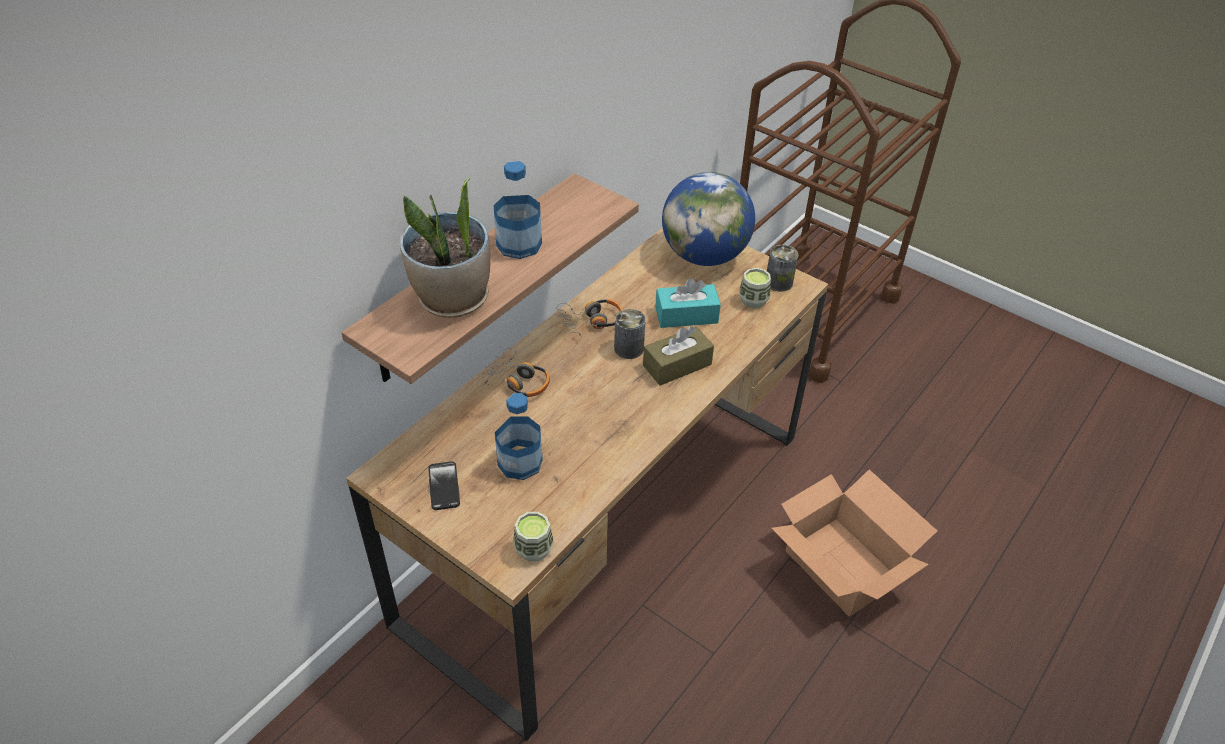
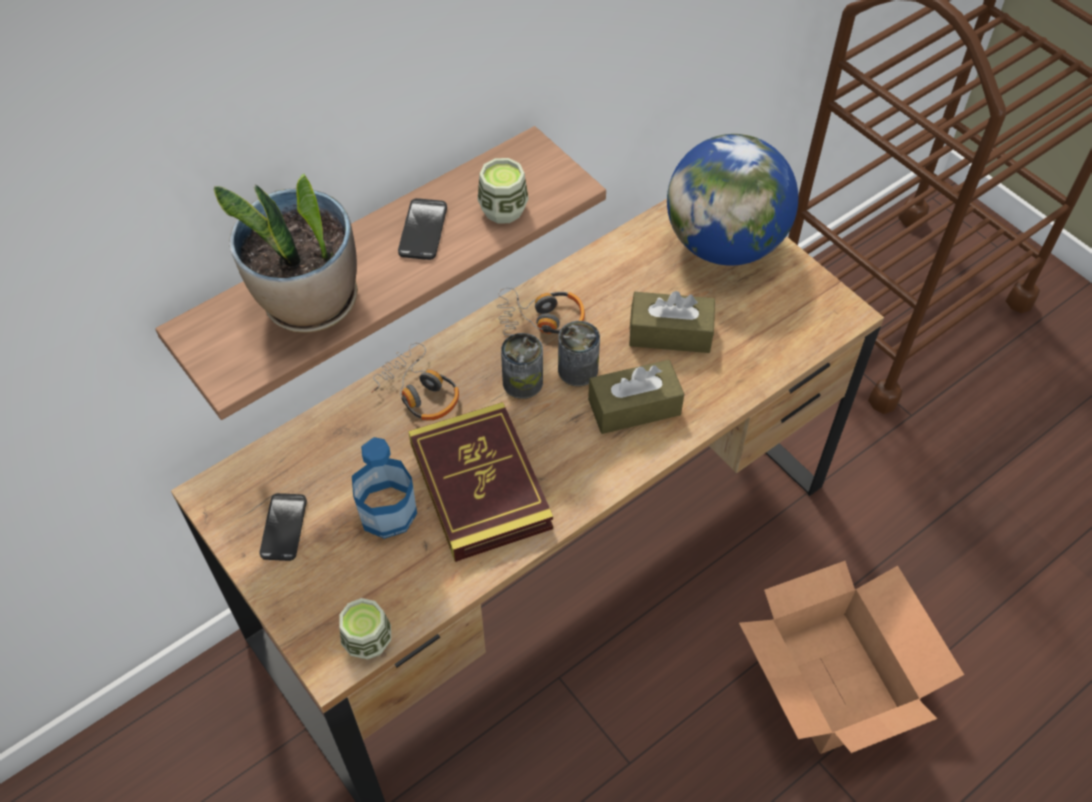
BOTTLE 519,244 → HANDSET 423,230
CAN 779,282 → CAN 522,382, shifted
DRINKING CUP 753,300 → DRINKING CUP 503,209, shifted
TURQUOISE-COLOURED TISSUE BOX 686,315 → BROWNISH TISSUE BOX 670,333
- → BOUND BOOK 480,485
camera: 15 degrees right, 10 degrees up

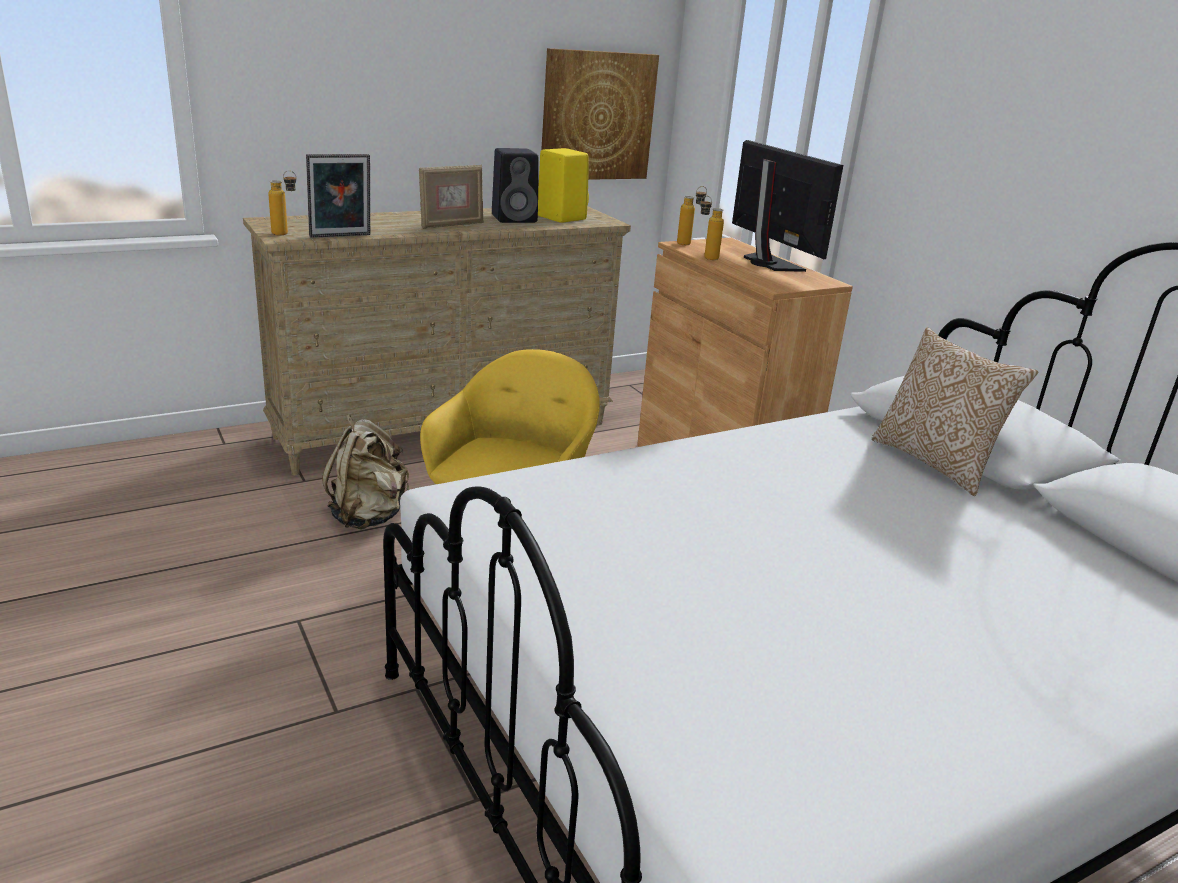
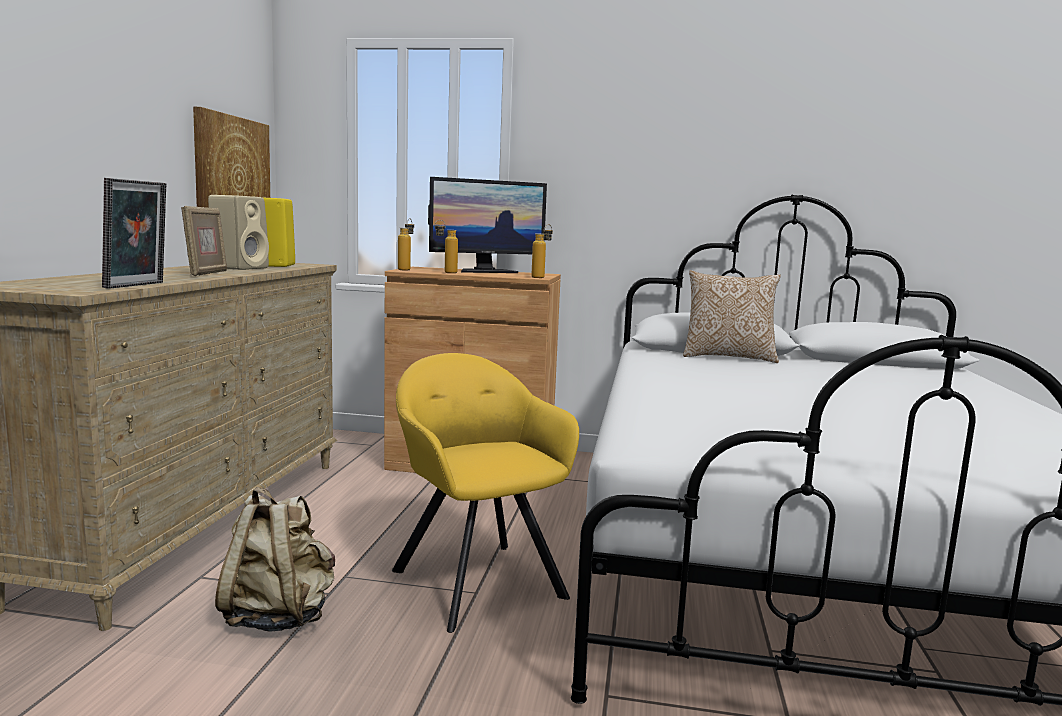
COMPUTER DISPLAY 769,263 → COMPUTER DISPLAY 485,271, 150 degrees clockwise
BLACK-COLOURED LOUDSPEAKER 515,219 → BEIGE LOUDSPEAKER 240,268
BOTTLE 286,234 → BOTTLE 541,277, shifted
camera: 50 degrees left, 15 degrees down

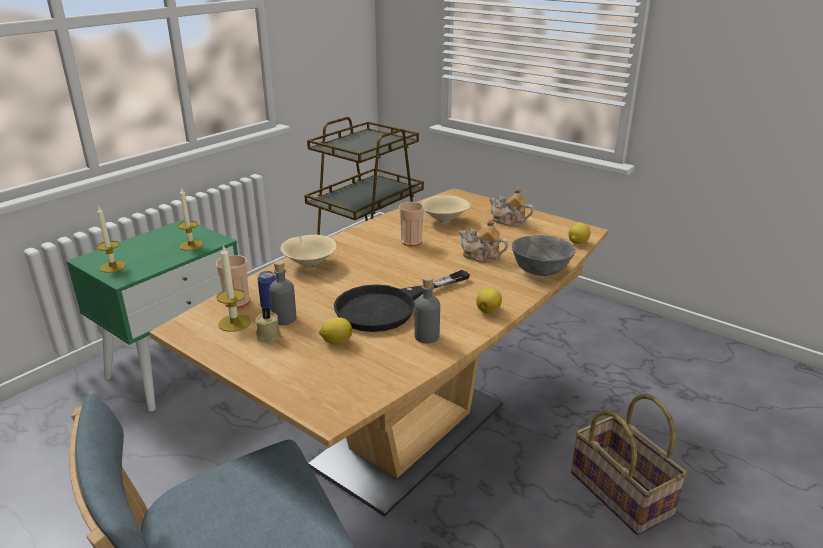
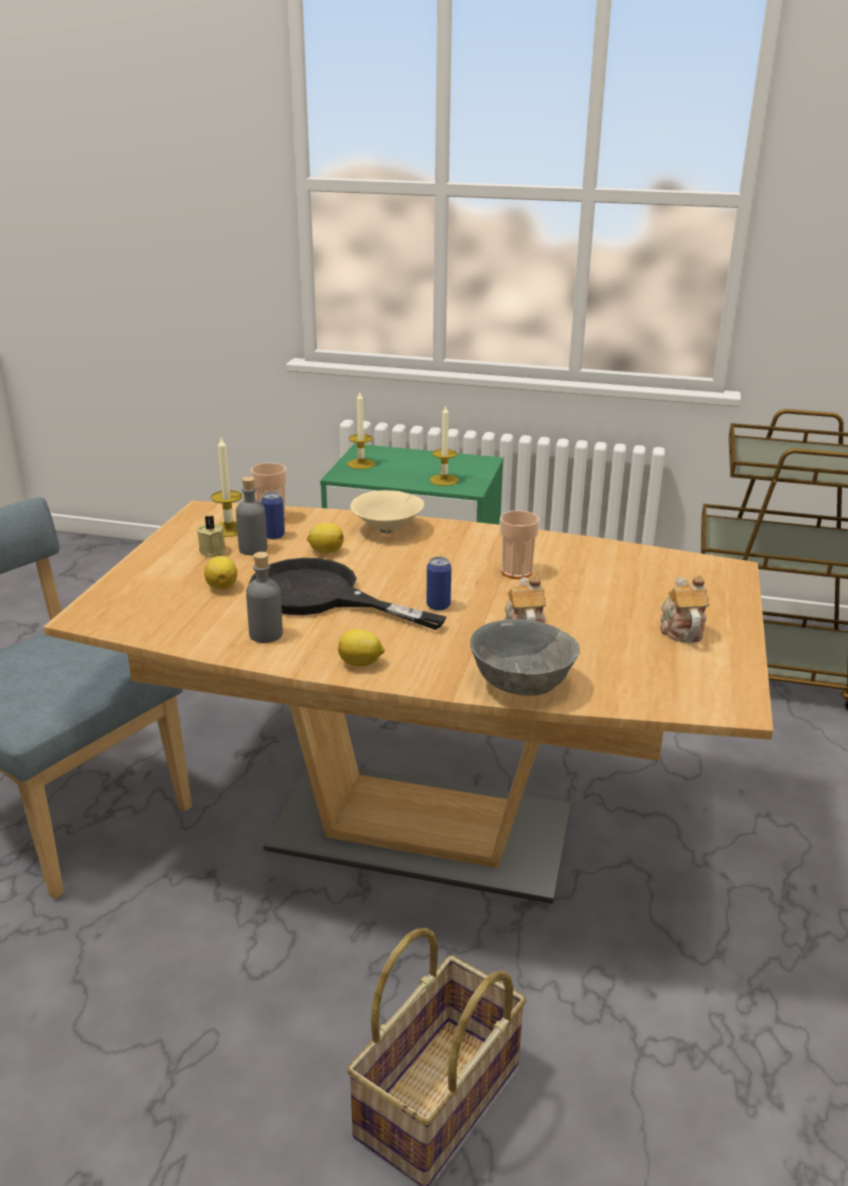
BEIGE DEEP DISH 445,221 → -
WHOLE LEMON 577,243 → WHOLE LEMON 325,551, shifted
- → CAN 438,606
camera: 65 degrees right, 0 degrees up

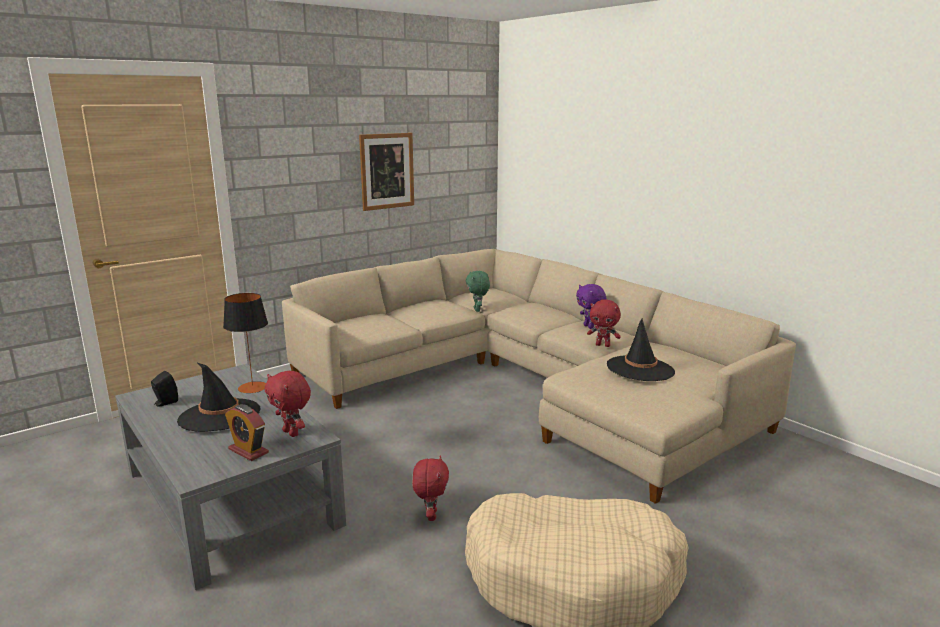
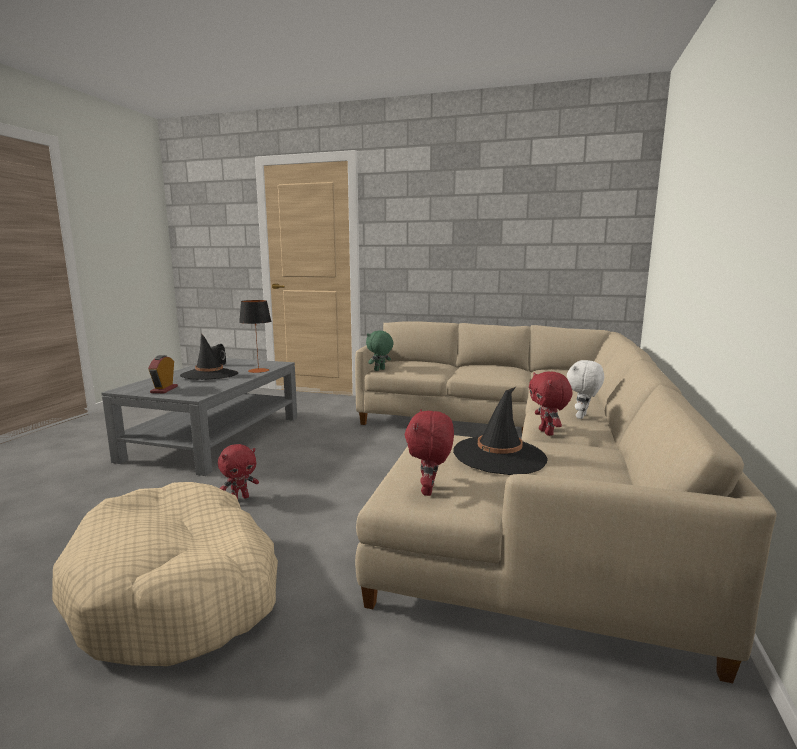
WALL PICTURE 387,171 → -
GREENISH PLUSH TOY 478,310 → GREENISH PLUSH TOY 379,370, shifted
PURPLE-COLOURED PLUSH TOY 589,327 → WHITE-COLOURED PLUSH TOY 582,417
RED PLUSH TOY 292,433 → RED PLUSH TOY 429,491, shifted
camera: 55 degrees right, 5 degrees down

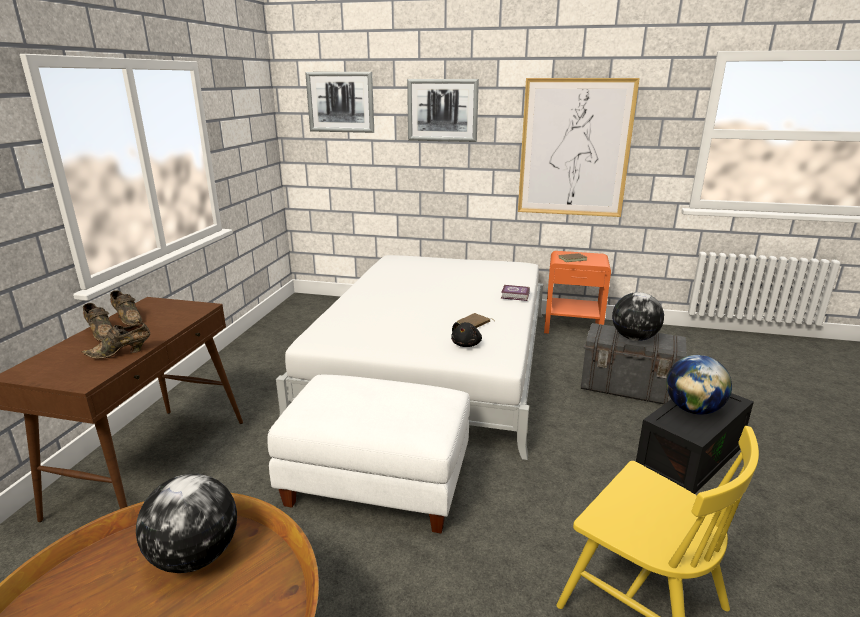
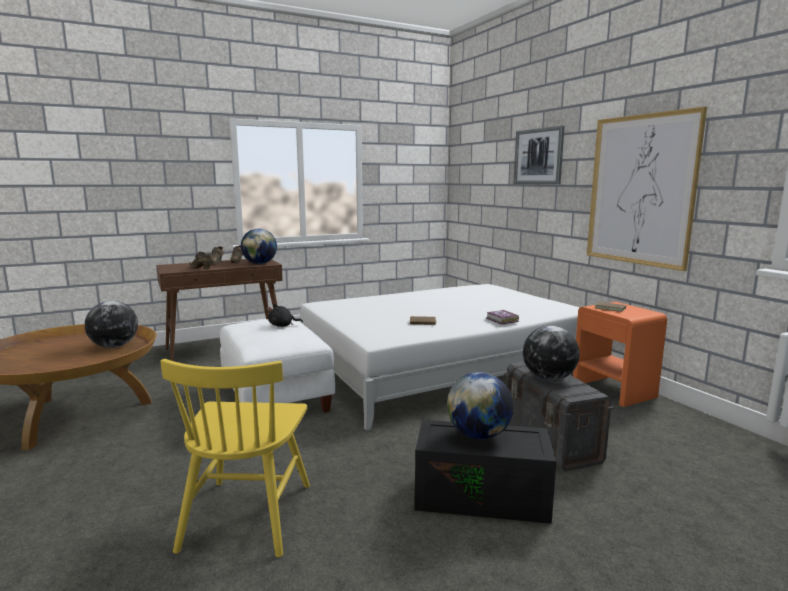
WALL PICTURE 340,102 → -
BLACK-COLOURED PLUSH TOY 466,344 → BLACK-COLOURED PLUSH TOY 283,326, shifted
- → DESK GLOBE 260,263
camera: 50 degrees right, 10 degrees down

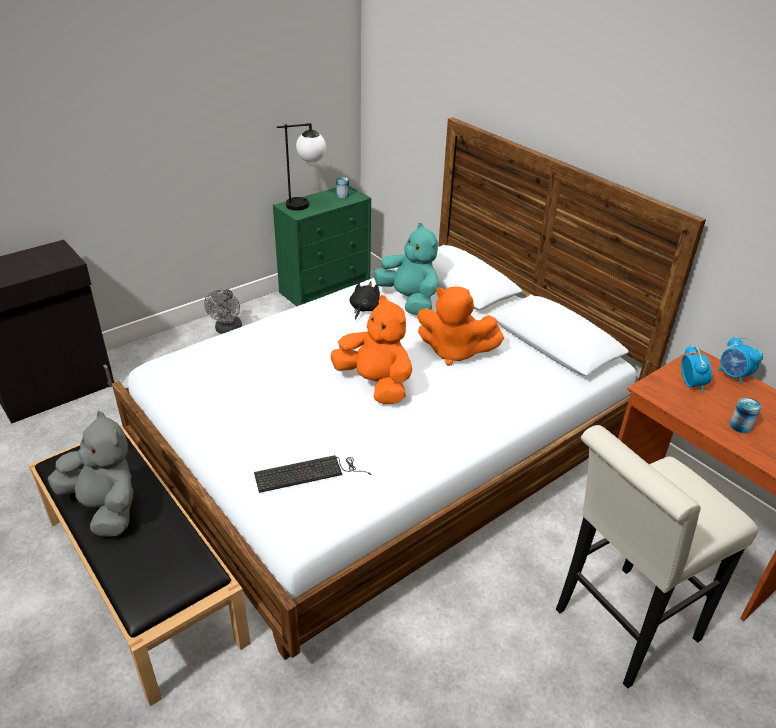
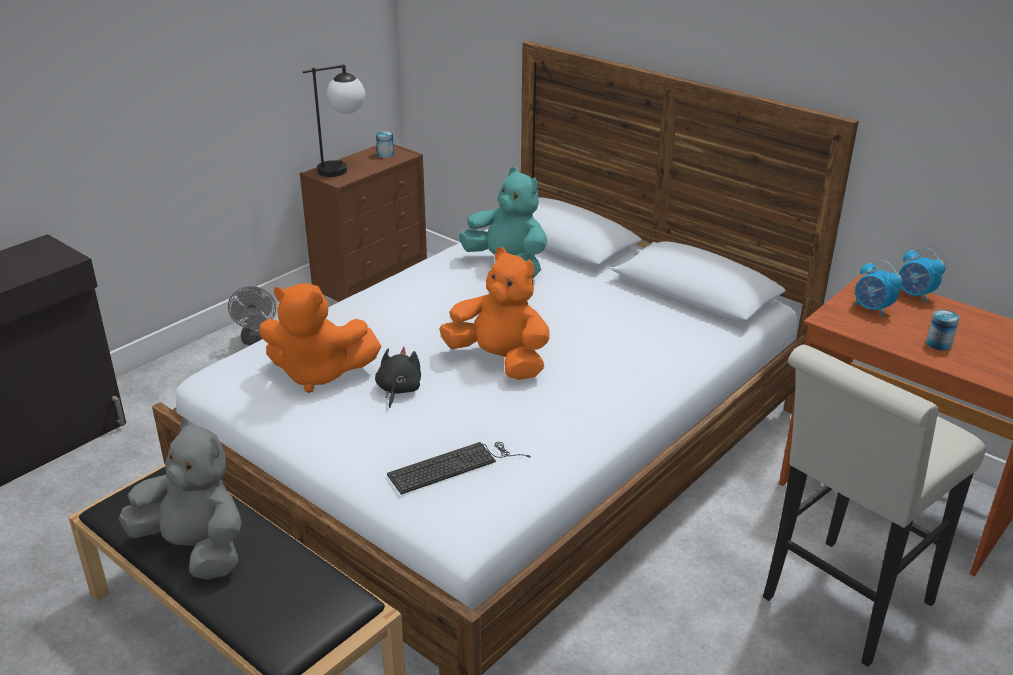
GREENISH DRAWER CHEST 326,288 → BROWNISH DRAWER CHEST 372,277
BLACK-COLOURED PLUSH TOY 364,309 → BLACK-COLOURED PLUSH TOY 398,390, shifted
ORANGE-COLOURED PLUSH TOY 454,352 → ORANGE-COLOURED PLUSH TOY 318,374, shifted
BEDSIDE CLOCK 691,384 → BEDSIDE CLOCK 872,309, 150 degrees clockwise
camera: 10 degrees left, 5 degrees down

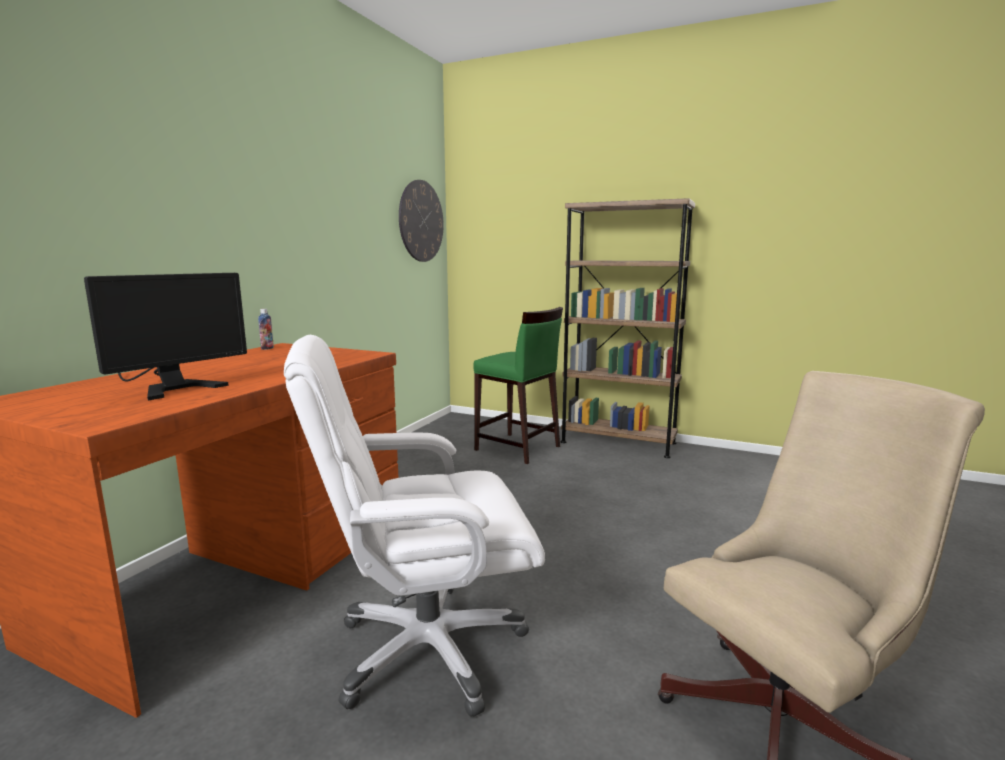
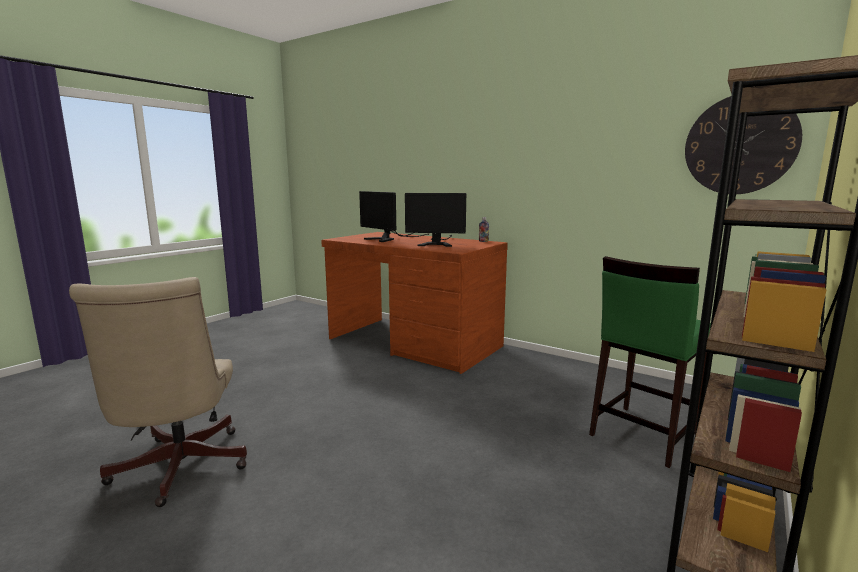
WHITE-COLOURED DESK CHAIR 427,648 → -
- → COMPUTER DISPLAY 437,243
camera: 100 degrees right, 0 degrees up

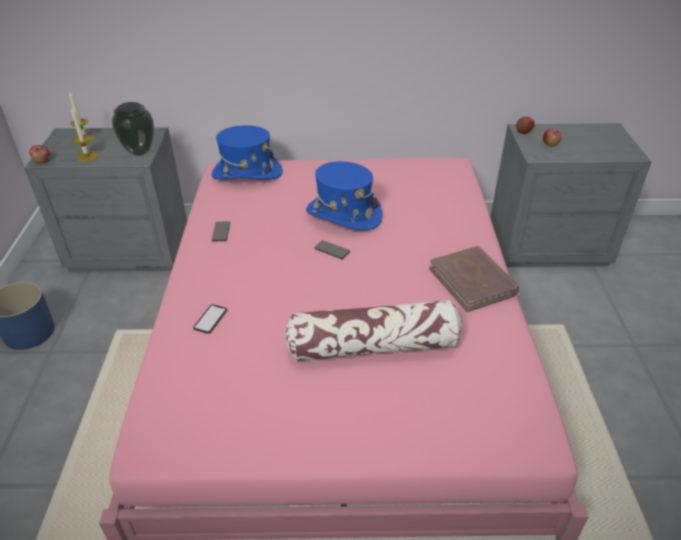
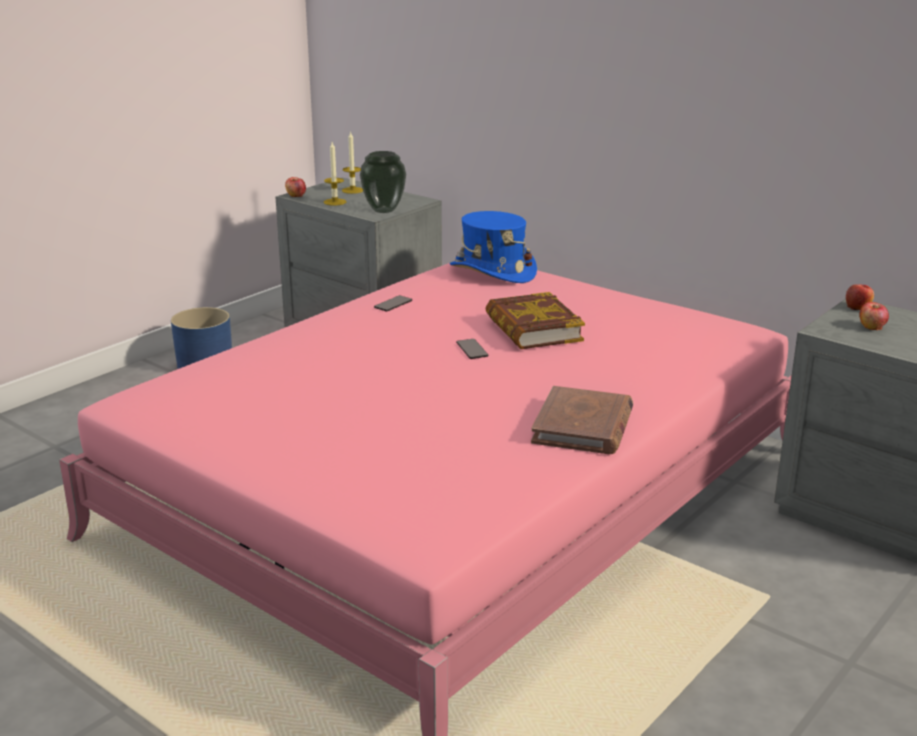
BLUE-COLOURED WEARABLE HAT 343,214 → BOUND BOOK 533,329
PILLOW 373,345 → -
HANDSET 210,319 → -
camera: 40 degrees right, 15 degrees down

